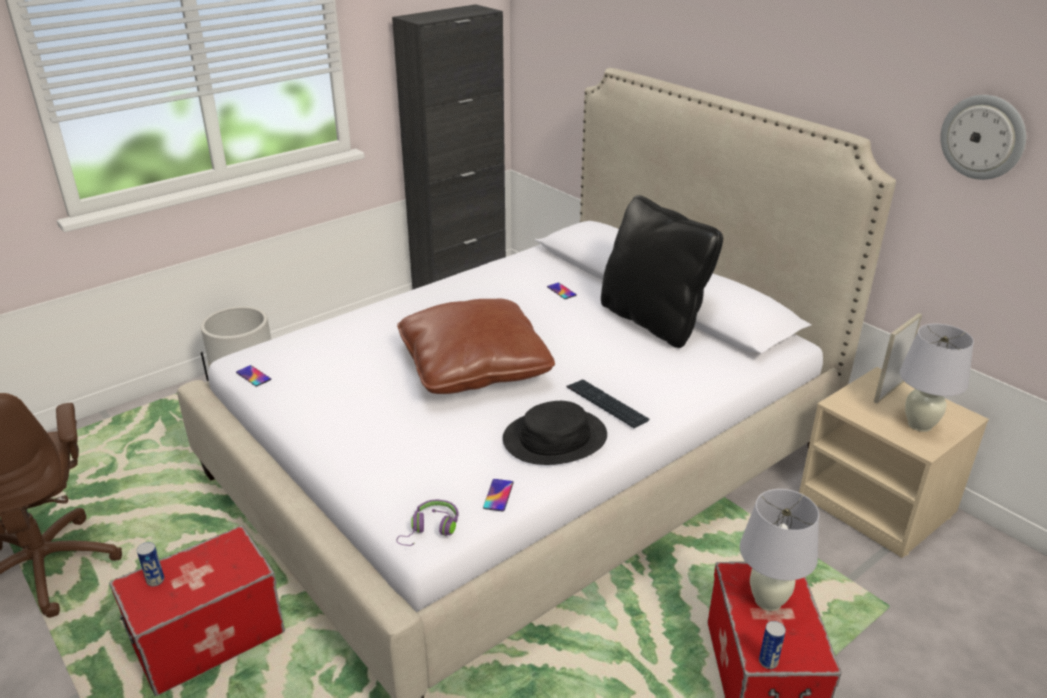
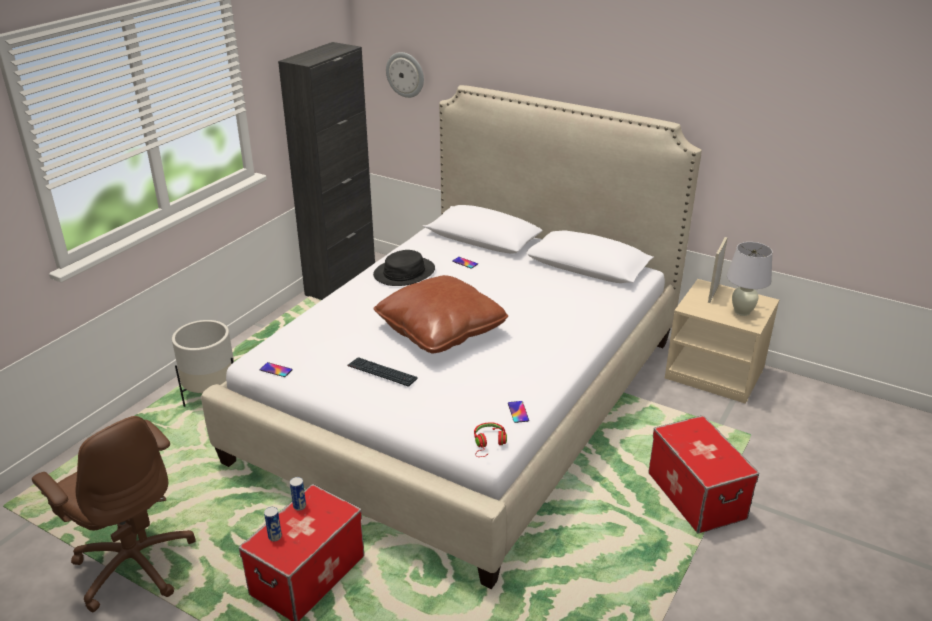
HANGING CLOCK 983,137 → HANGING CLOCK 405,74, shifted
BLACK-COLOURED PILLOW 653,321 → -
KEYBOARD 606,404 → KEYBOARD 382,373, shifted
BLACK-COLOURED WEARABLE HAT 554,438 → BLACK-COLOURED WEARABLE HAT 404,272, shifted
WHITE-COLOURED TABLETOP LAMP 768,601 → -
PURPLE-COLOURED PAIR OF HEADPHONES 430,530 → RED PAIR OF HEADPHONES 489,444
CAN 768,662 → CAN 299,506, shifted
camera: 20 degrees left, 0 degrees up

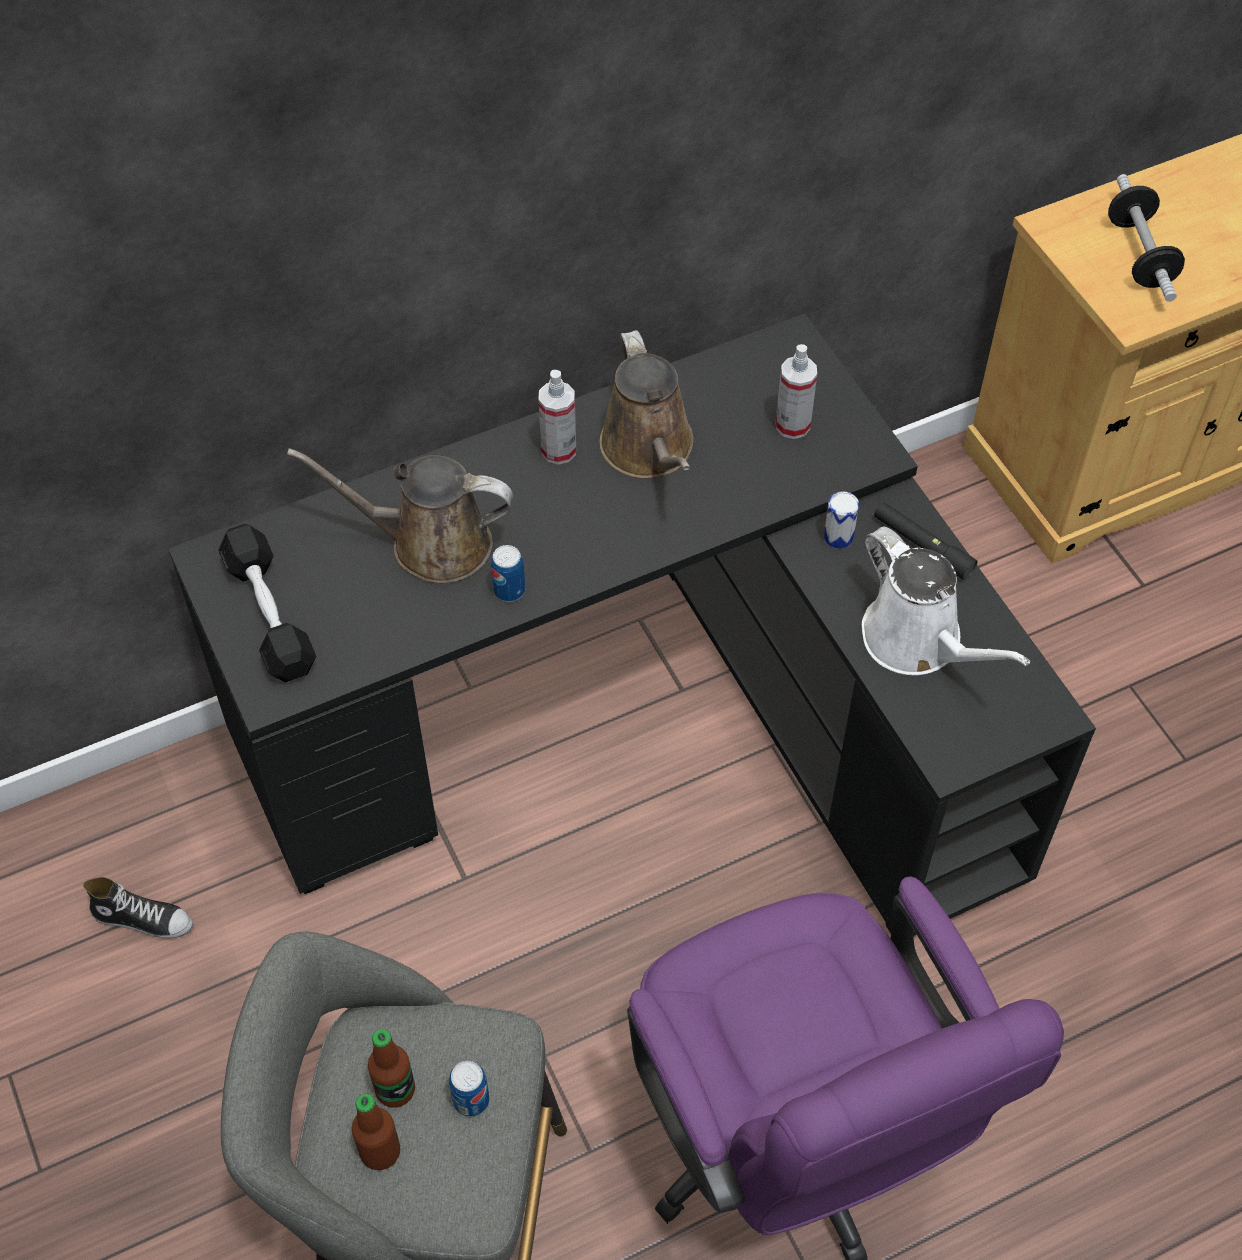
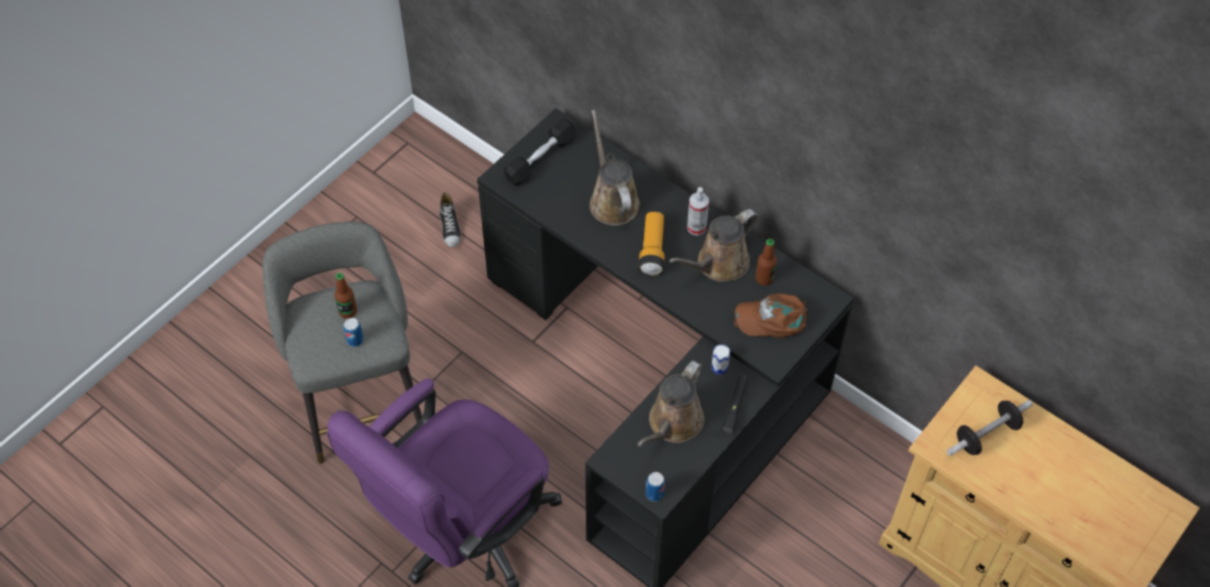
HAND SPRAYER 792,425 → BROWNISH PEAKED CAP 772,318
WHITE-COLOURED WATERING CAN 918,641 → BROWNISH WATERING CAN 673,424
CAN 509,590 → CAN 654,494, shifted
BOTTLE 380,1151 → BOTTLE 764,278, shifted
- → TORCH 652,250
camera: 65 degrees right, 0 degrees up

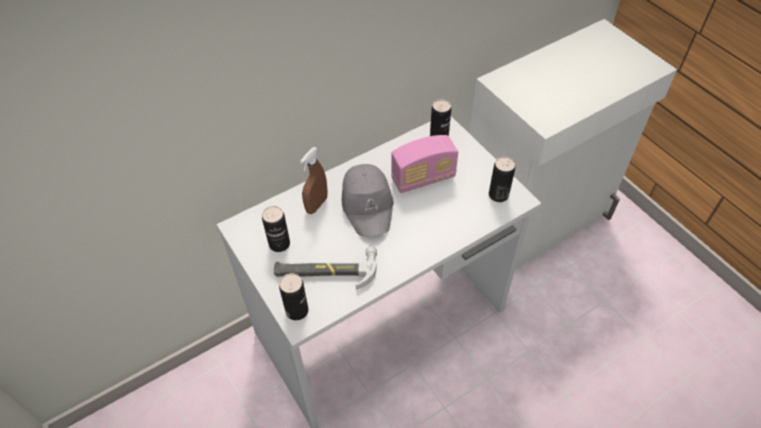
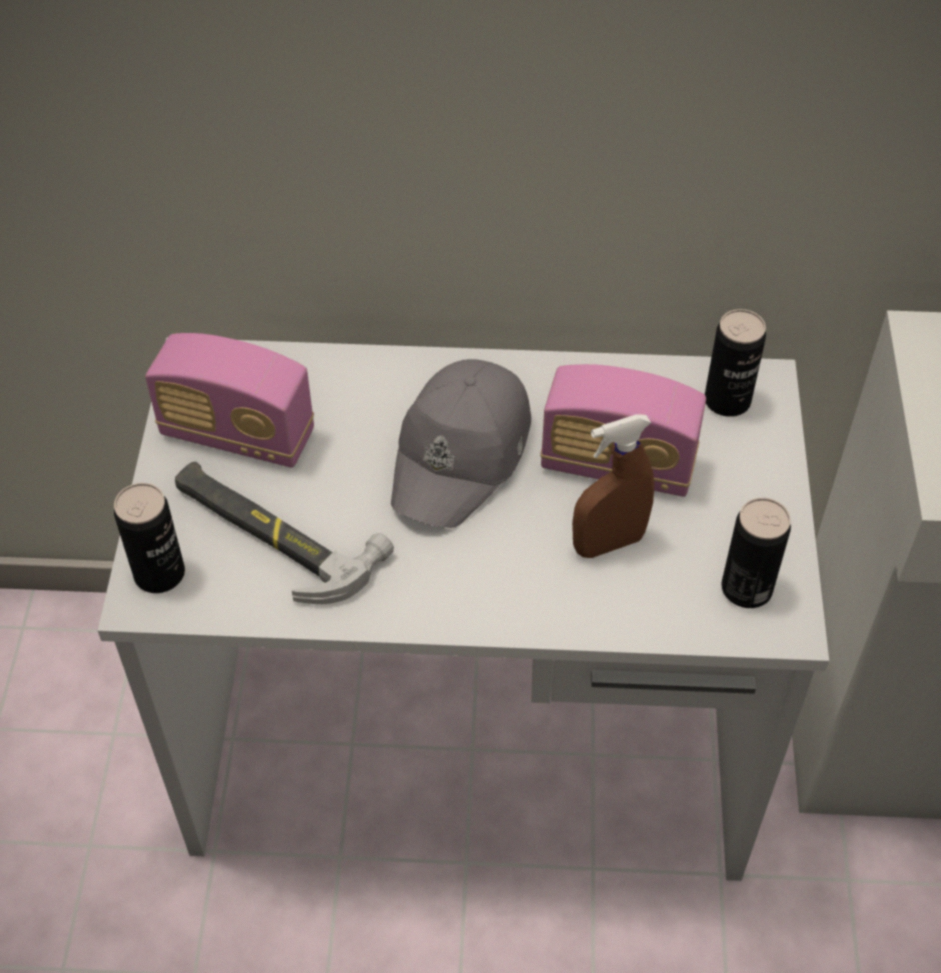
BROWNISH HAND SPRAYER 316,204 → BROWNISH HAND SPRAYER 608,543, shifted
CAN 279,244 → RADIO 237,435
camera: 35 degrees right, 0 degrees up

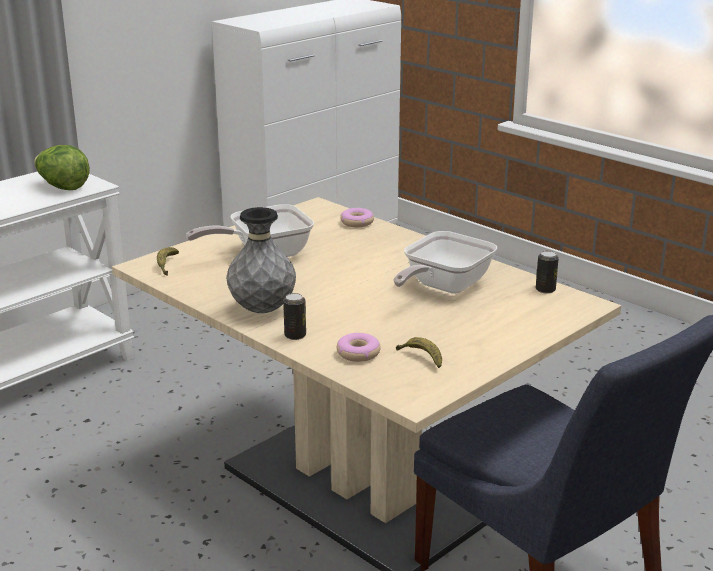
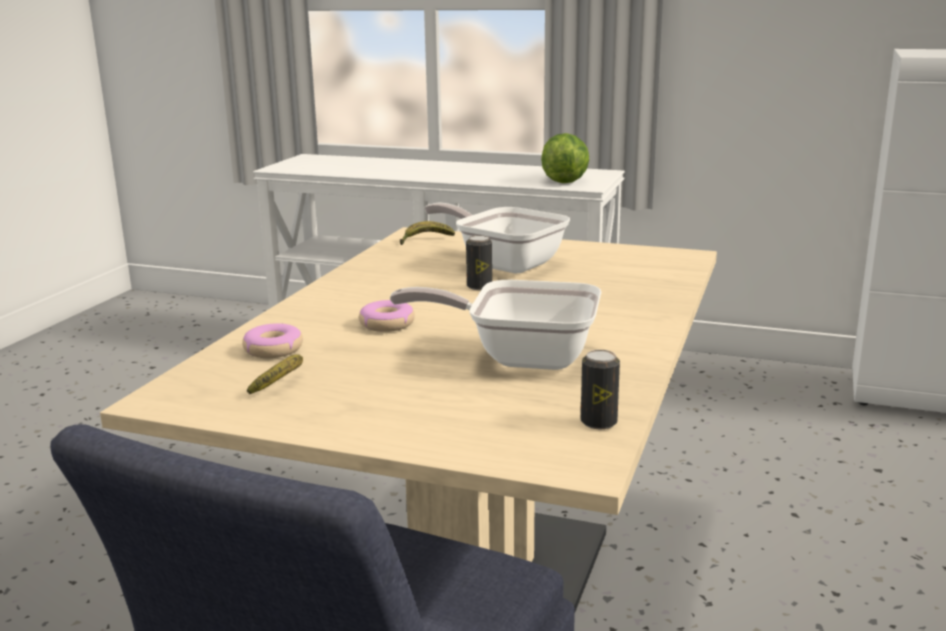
GRAY FLOWER VASE 262,310 → -
DONUT 357,222 → DONUT 387,324, shifted
CAN 295,335 → CAN 479,287, shifted
camera: 65 degrees right, 5 degrees down

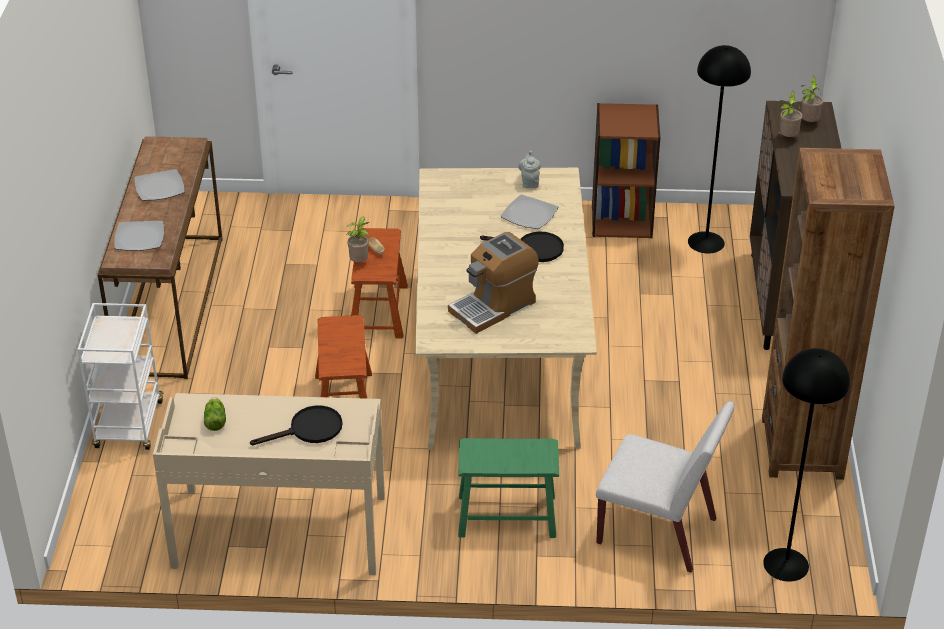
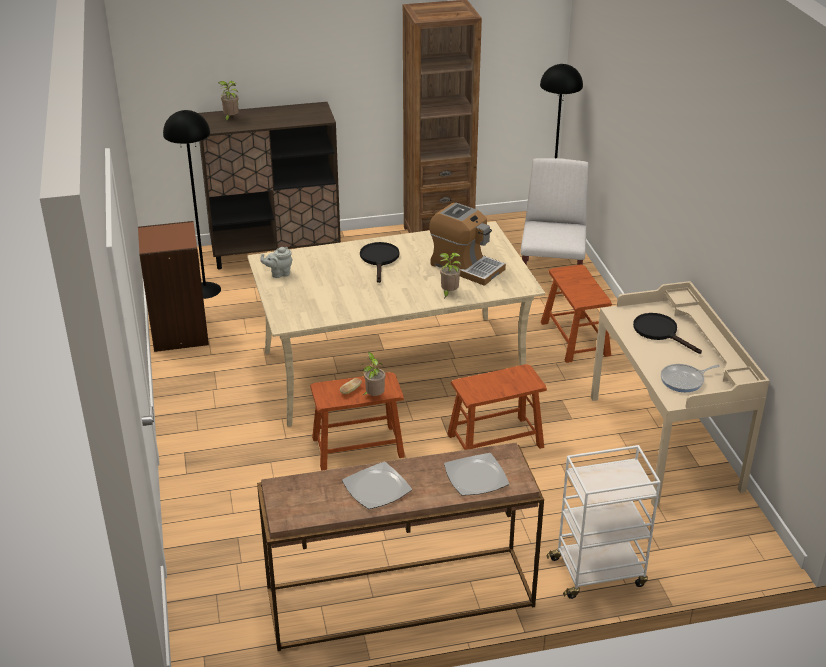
PLANT IN A POT 787,138 → PLANT IN A POT 449,293, shifted
FLAT DISH 529,215 → -
LETTUCE HEAD 215,420 → PAN 684,380
GREENISH SITTING STOOL 507,515 → BROWNISH SITTING STOOL 575,338
camera: 105 degrees left, 5 degrees down

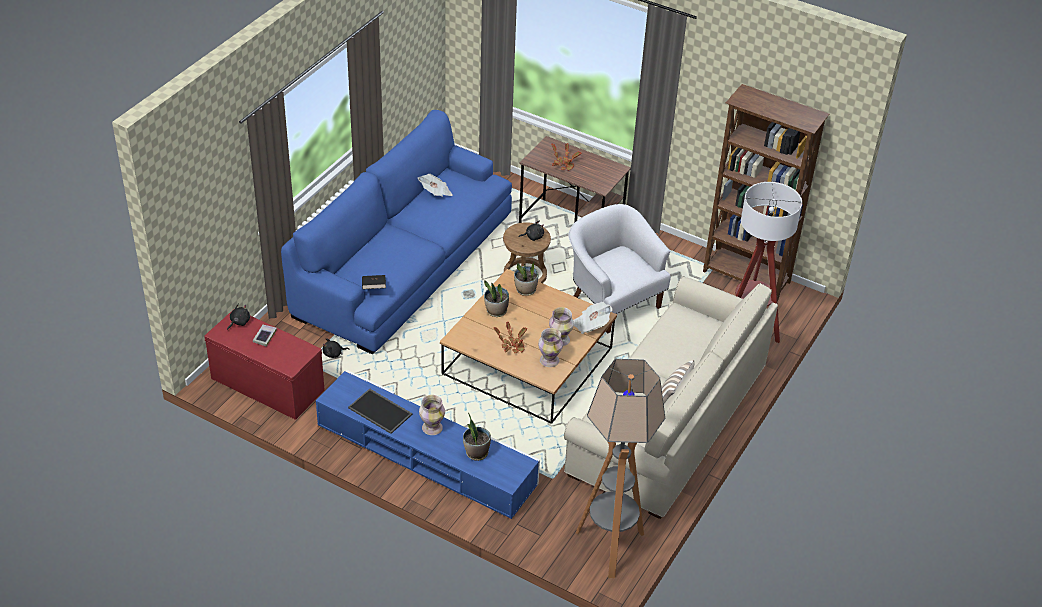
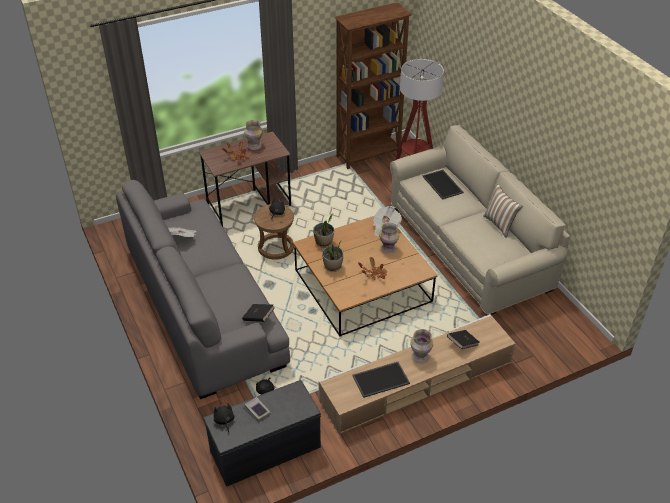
BLUE-COLOURED SETTEE 404,264 → GRAY SETTEE 203,305
WHITE-COLOURED ARMCHAIR 613,300 → -
RED LONG SEAT 266,384 → GRAY LONG SEAT 265,450
FLOWER VASE 549,360 → FLOWER VASE 254,146, shifted
FLOOR LAMP 610,547 → -
BLUE-COLOURED TV UNIT 425,455 → BEIGE TV UNIT 416,383
PLANT IN A POT 476,453 → BLACK-COLOURED BOUND BOOK 462,344
- → TRAY 443,184
camera: 55 degrees left, 0 degrees up

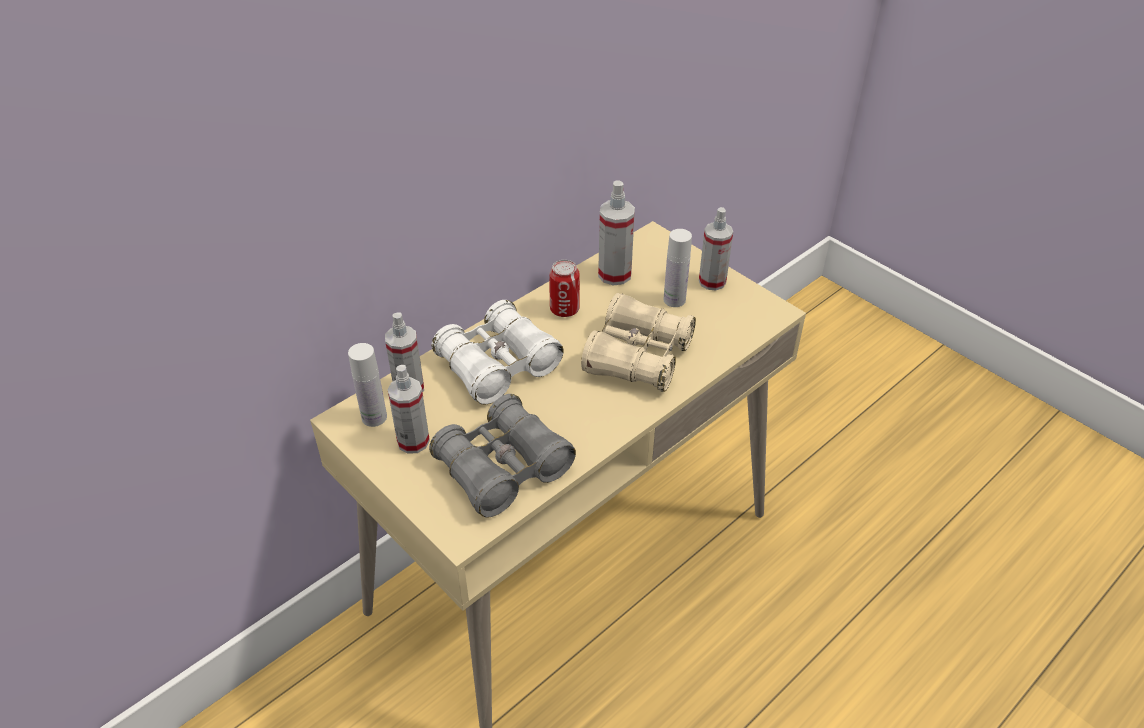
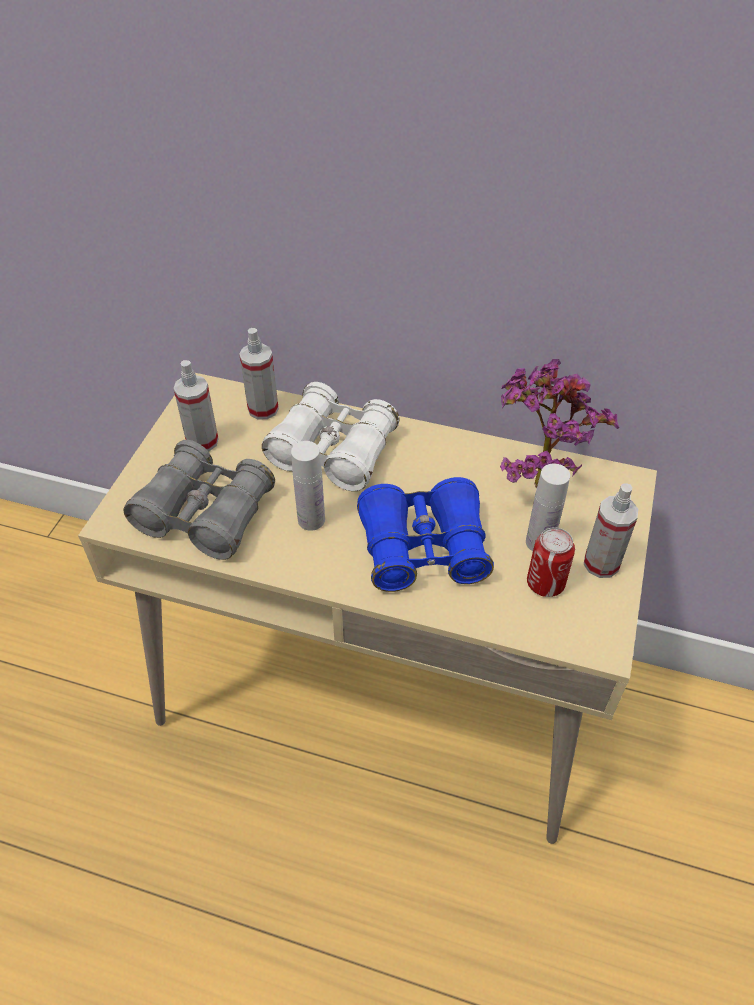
HAND SPRAYER 614,274 → PLANT IN A POT 536,477
CAN 564,309 → CAN 545,583, shifted
BEIGE PAIR OF BINOCULARS 637,357 → BLUE-COLOURED PAIR OF BINOCULARS 423,549
WHITE-COLOURED BOTTLE 374,417 → WHITE-COLOURED BOTTLE 311,520, shifted
camera: 60 degrees right, 5 degrees up

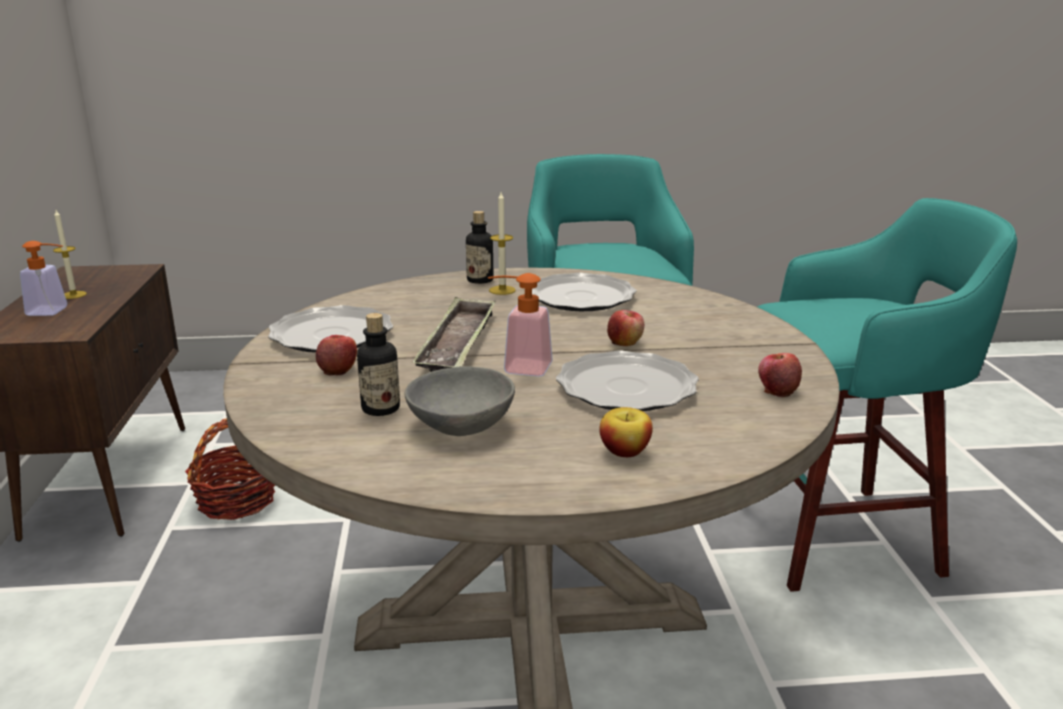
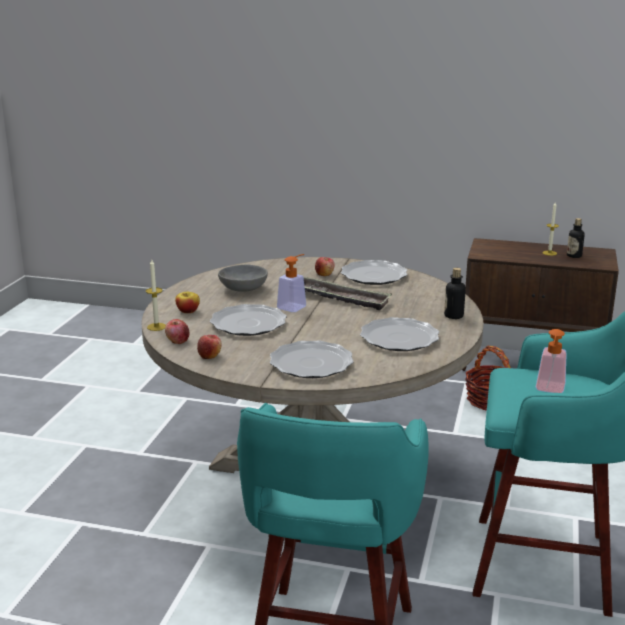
WAX LIGHT 502,290 → WAX LIGHT 156,327, shifted
LIQUID SOAP BOTTLE 54,311 → LIQUID SOAP BOTTLE 549,390, shifted
APPLE FRUIT 625,342 → APPLE FRUIT 177,340, shifted
BOTTLE 380,409 → BOTTLE 574,256, shifted
- → FLAT DISH 312,363
camera: 110 degrees right, 0 degrees up

